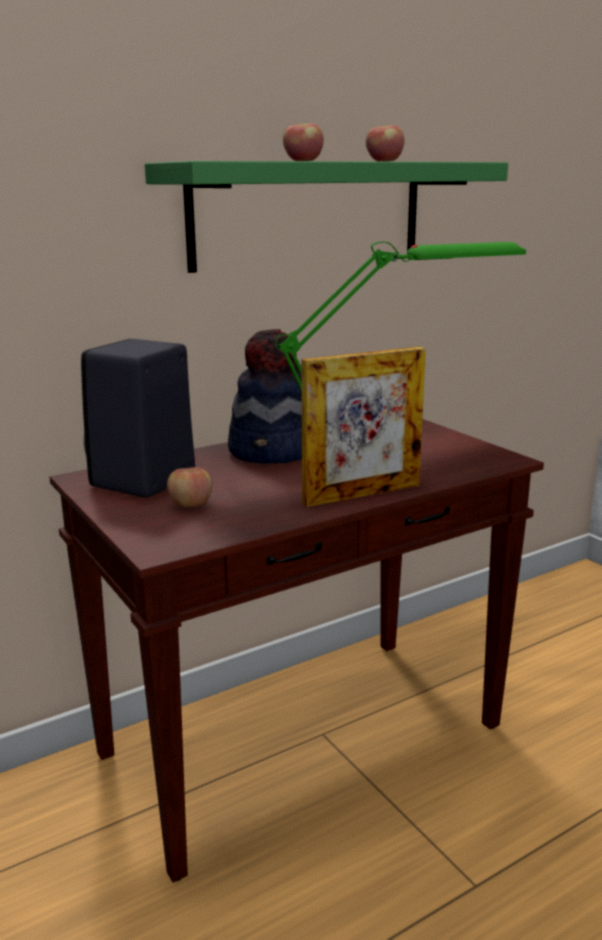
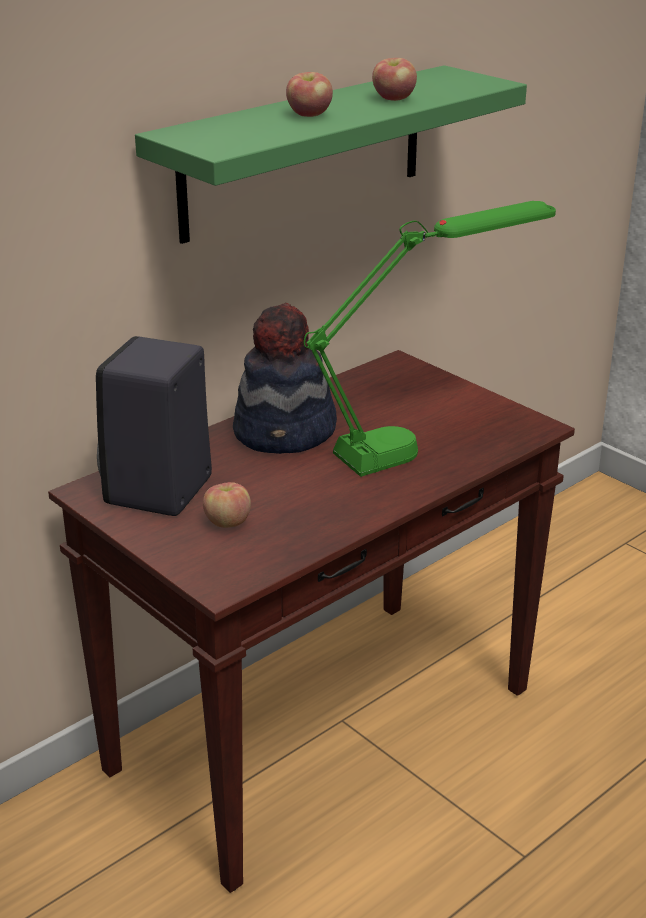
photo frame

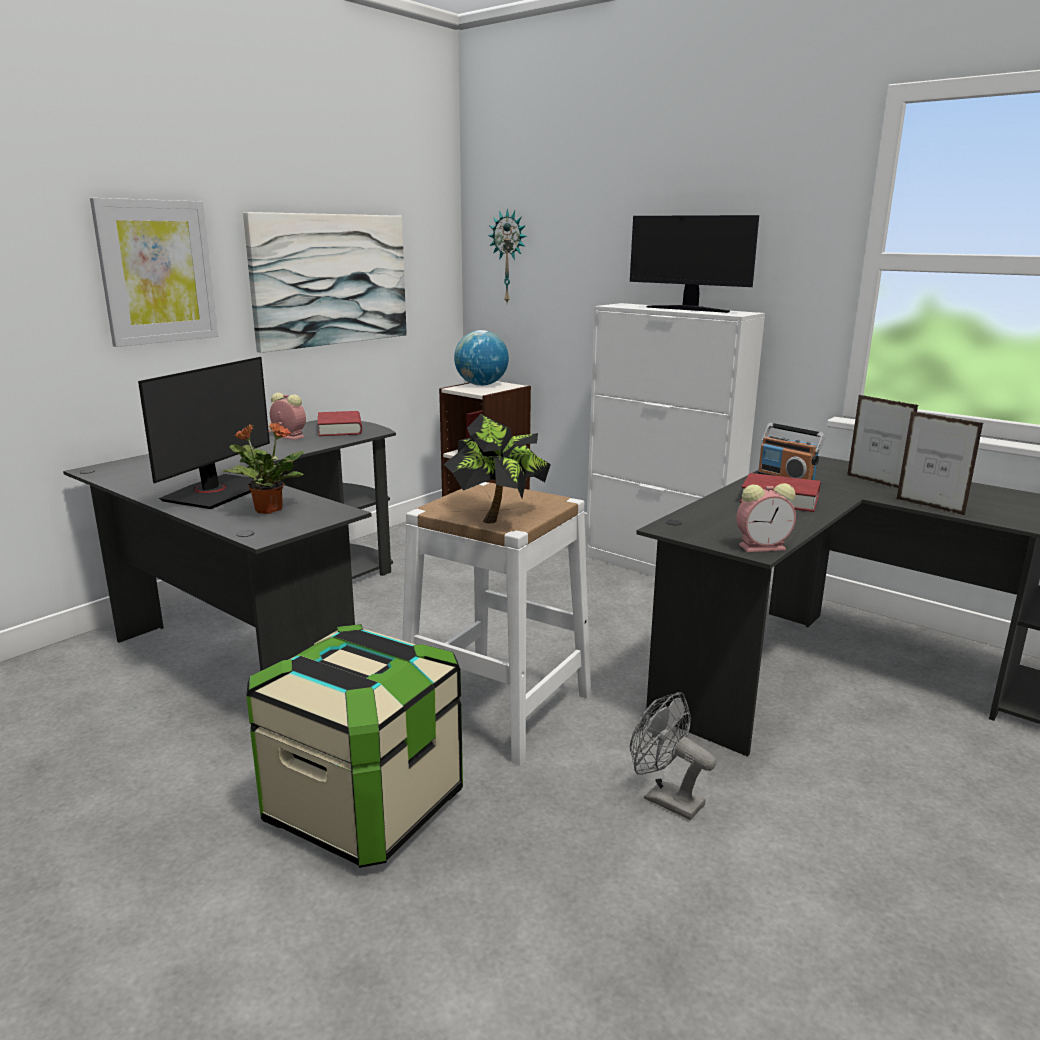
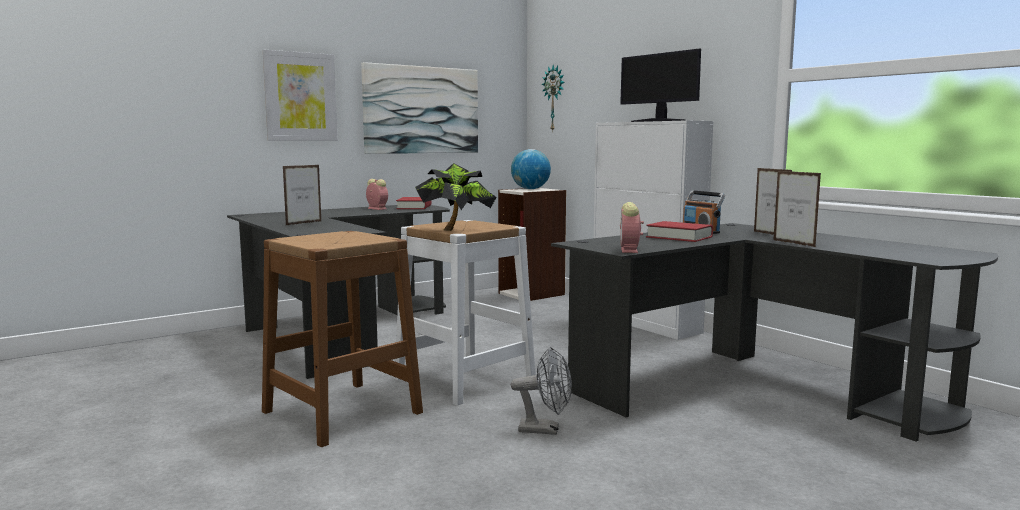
photo frame (no. 1 from left)
houseplant (no. 1 from left in the first image)
brown-coloured stool
greyish electric fan
alarm clock (no. 2 from left)

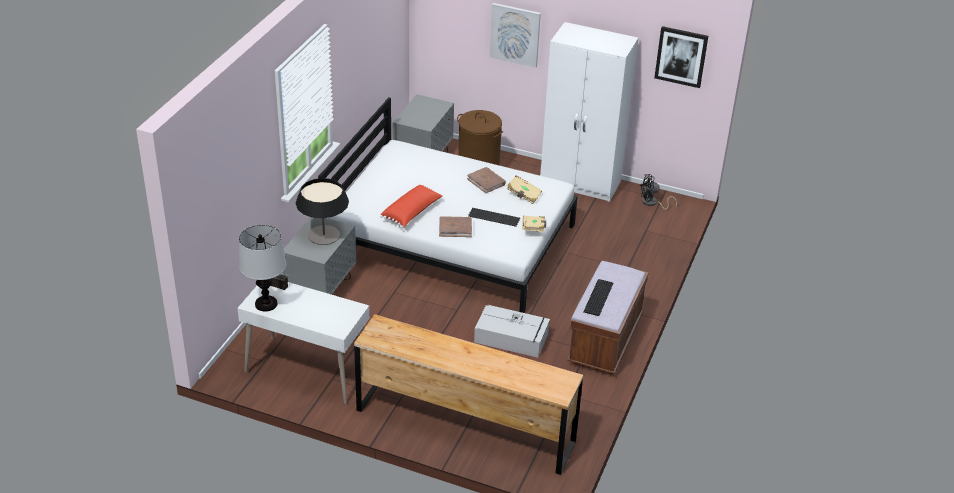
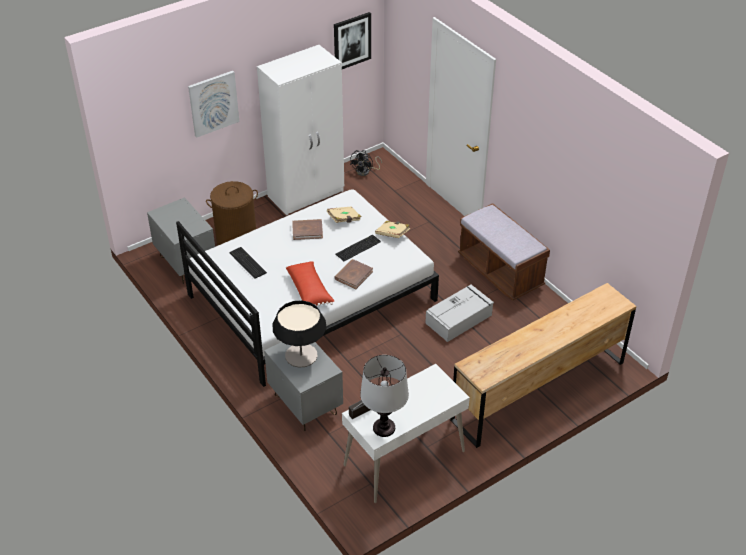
keyboard (no. 1 from left)

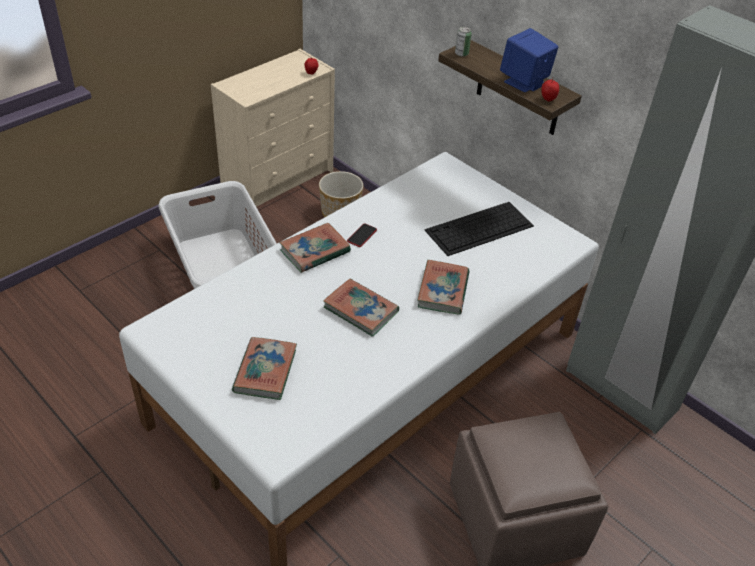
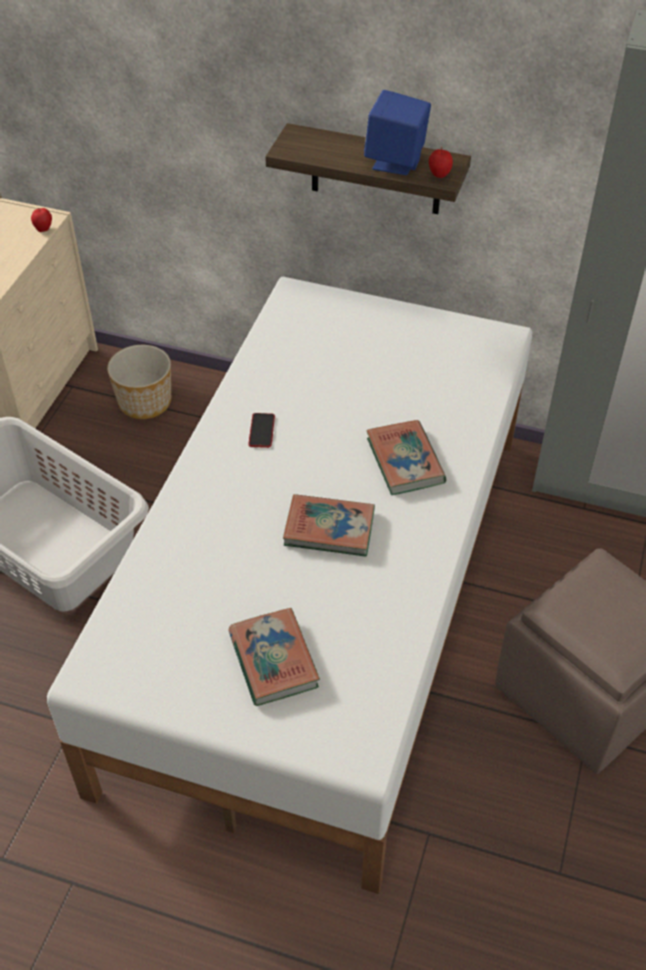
volume (no. 2 from left in the first image)
keyboard
can

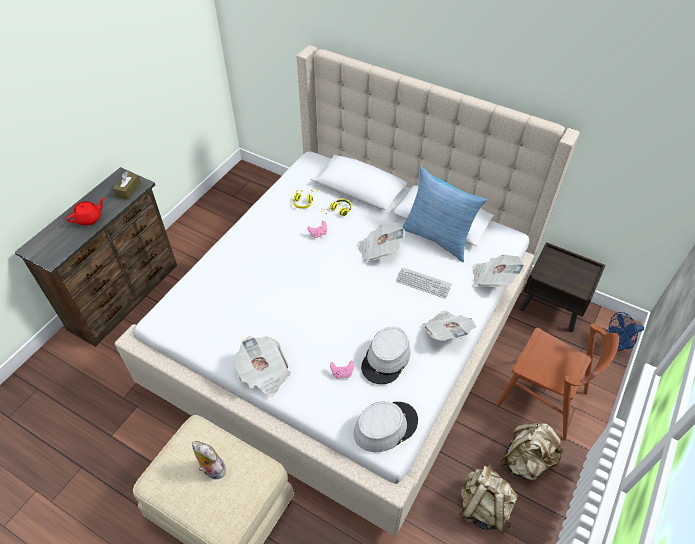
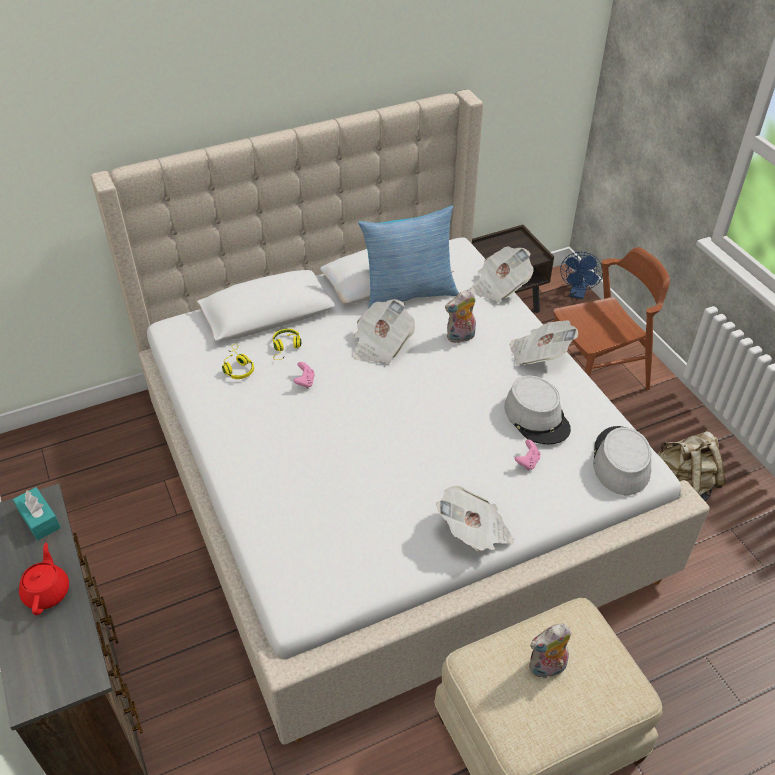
blue-green tissue box
cuddly toy (no. 1 from left)
beige-coloured rucksack (no. 2 from left in the first image)

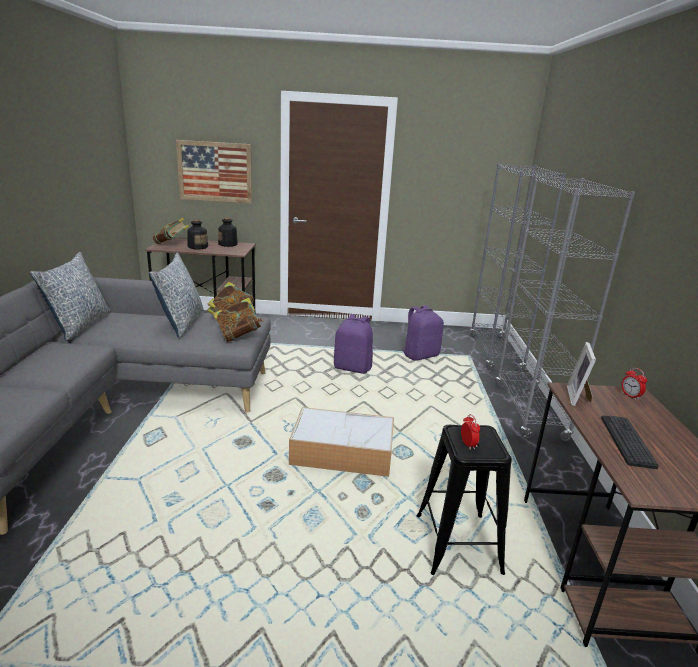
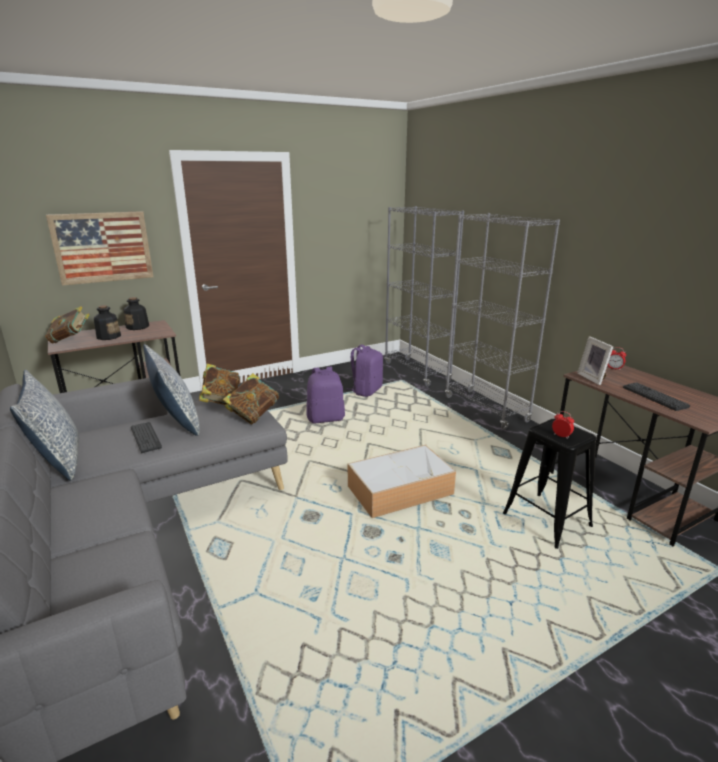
keyboard (no. 1 from left)

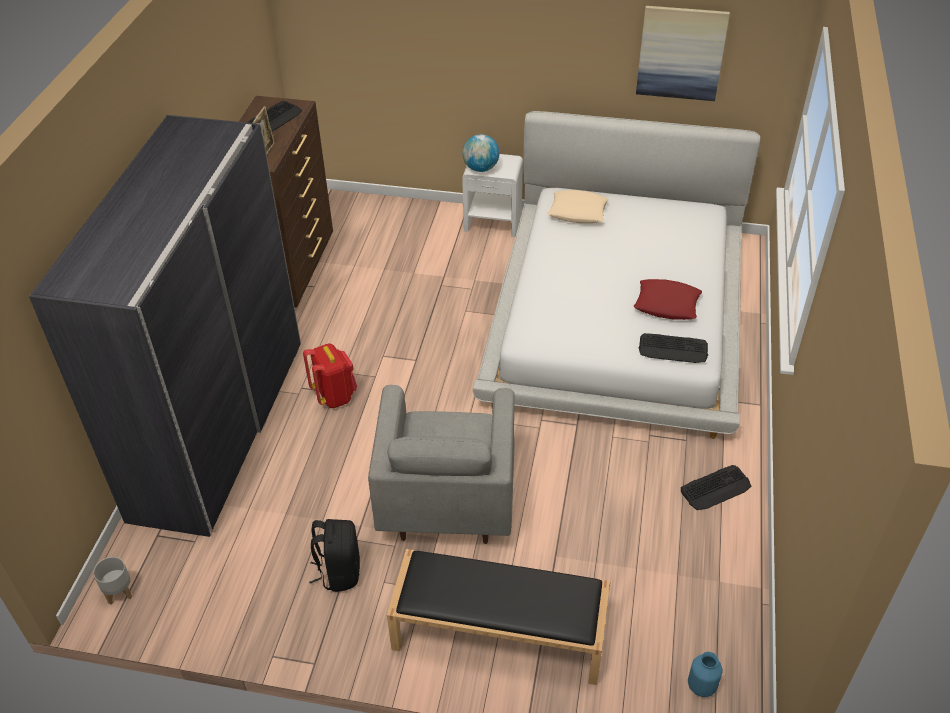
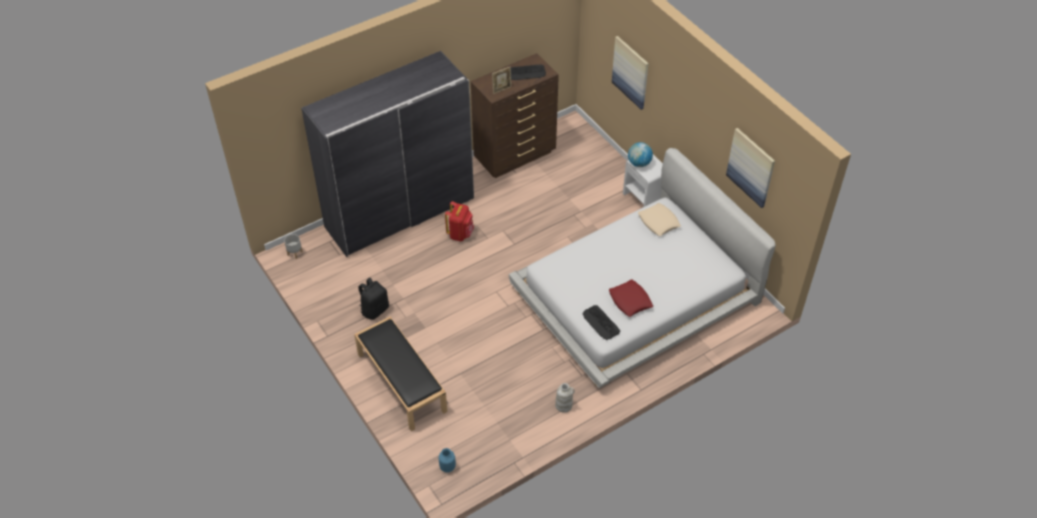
greyish easy chair
white decorative vase
wall picture (no. 1 from left)

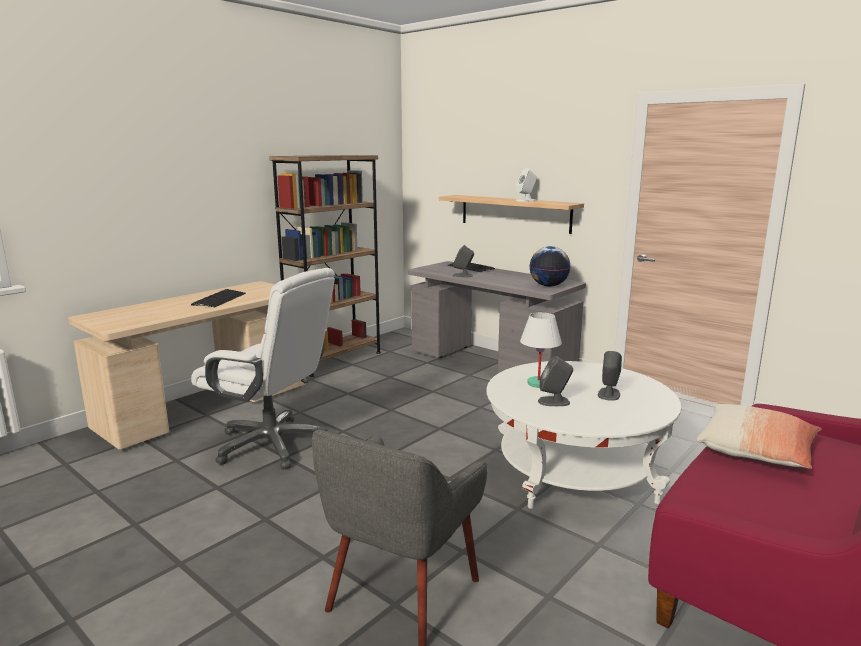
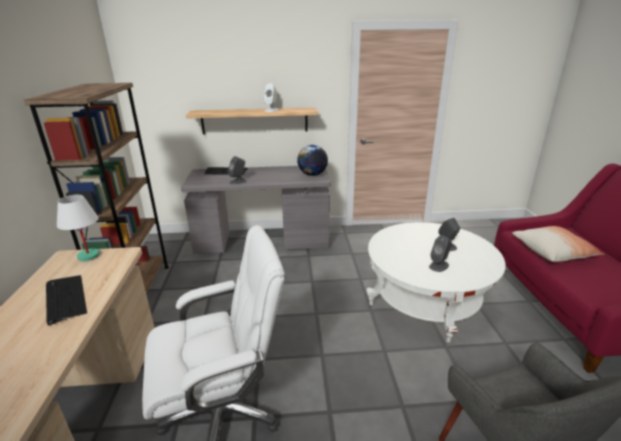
white tabletop lamp

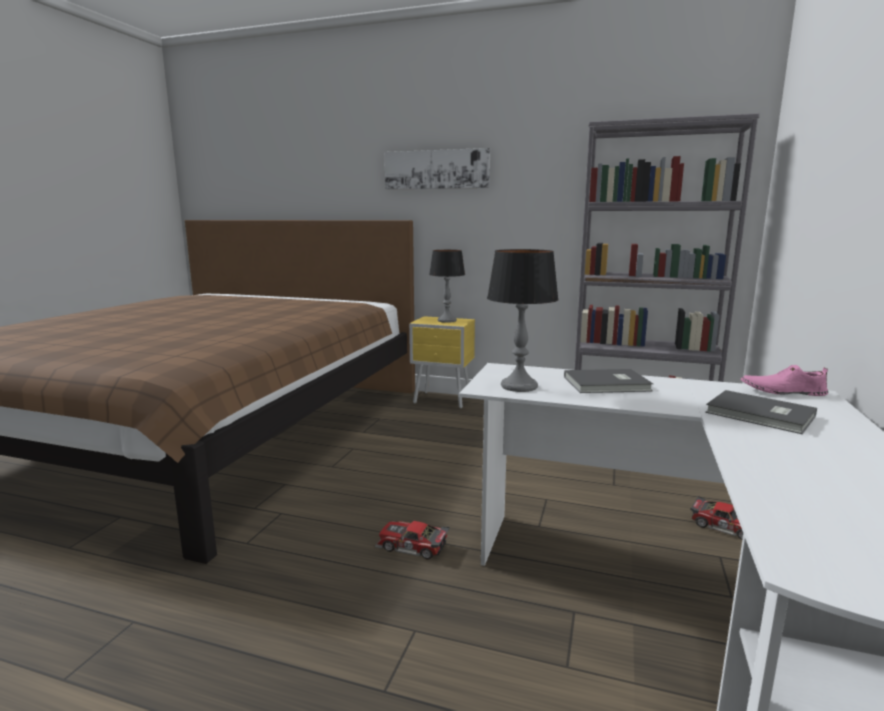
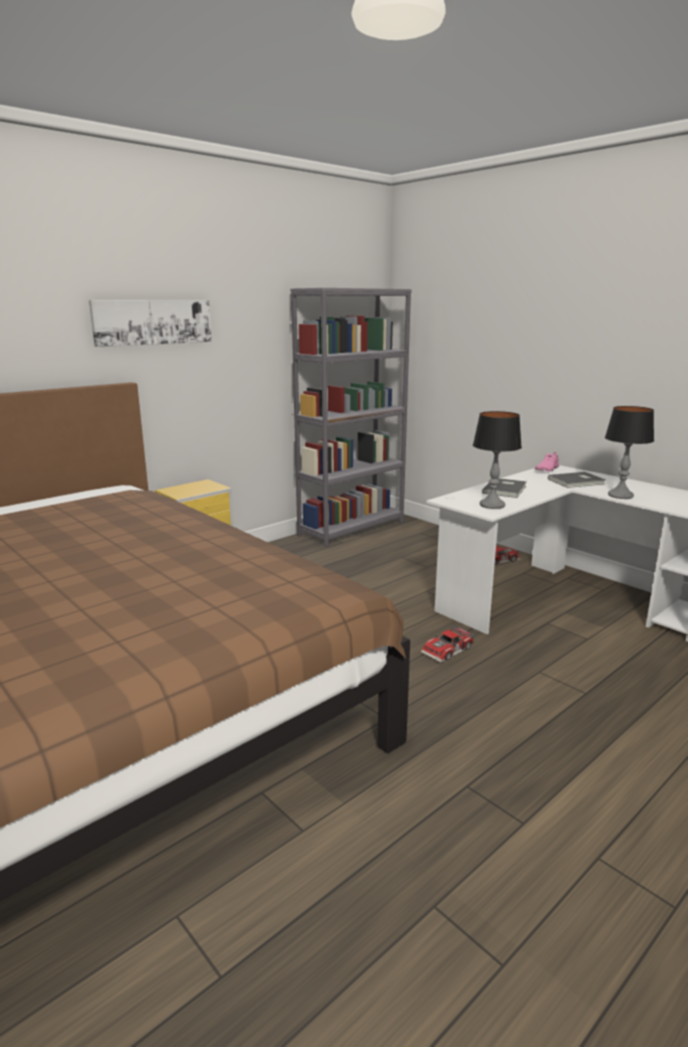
tabletop lamp (no. 2 from left)

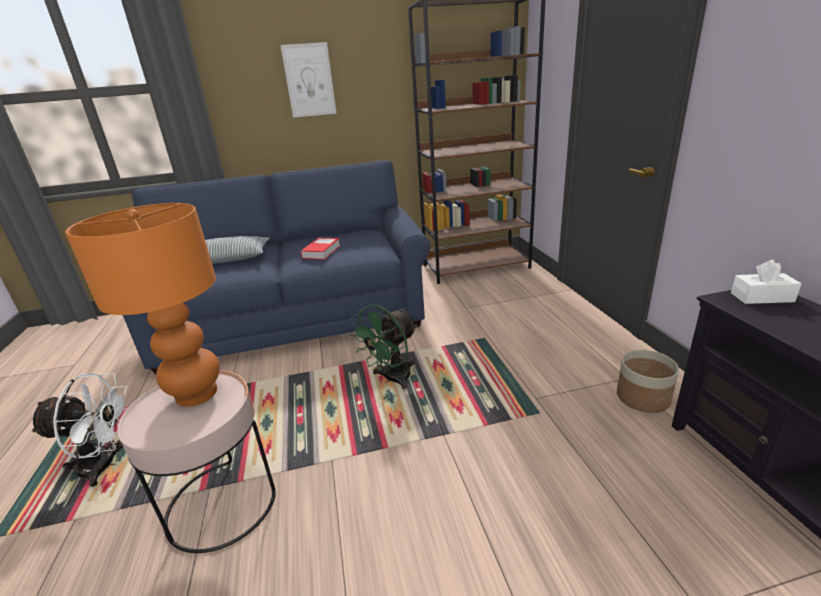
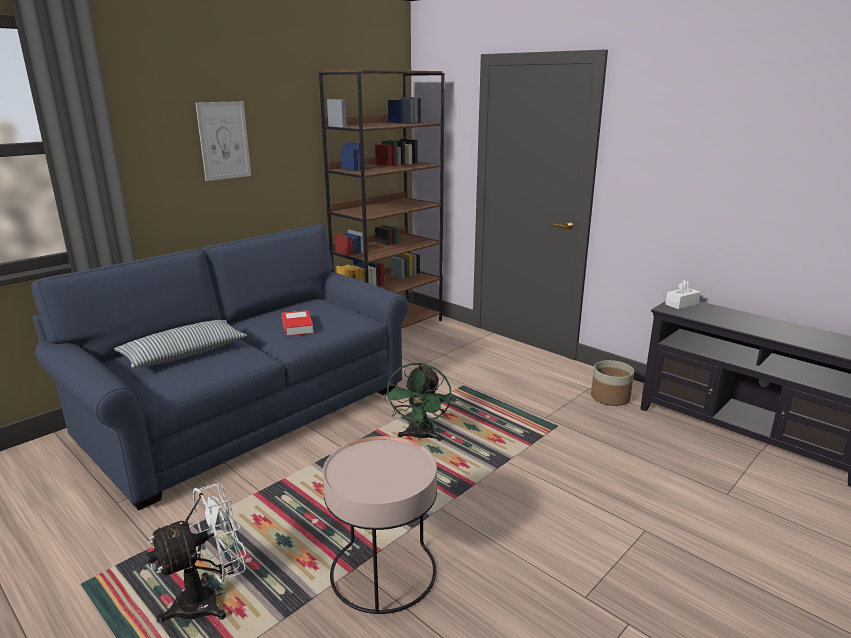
orange-coloured tabletop lamp

